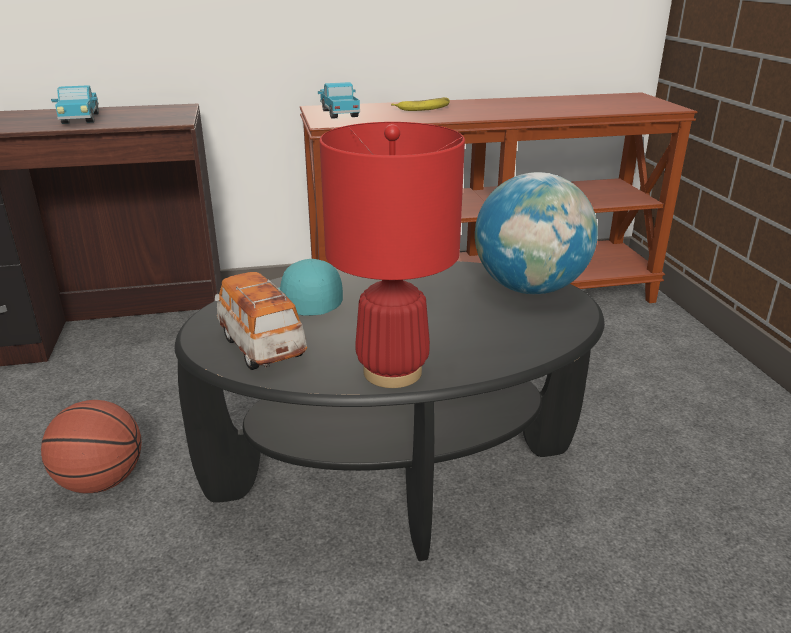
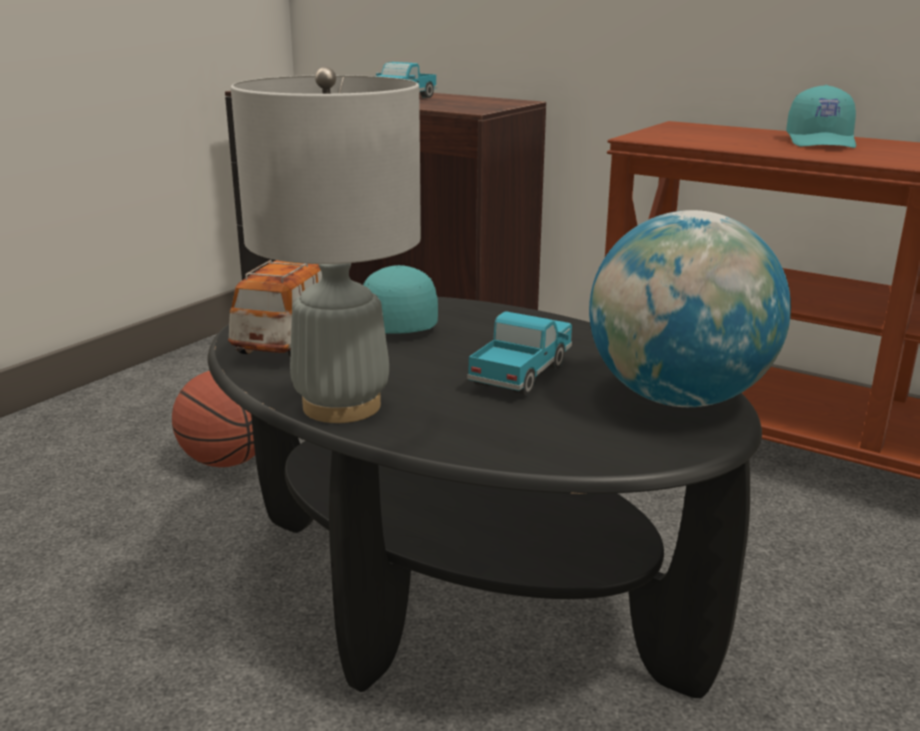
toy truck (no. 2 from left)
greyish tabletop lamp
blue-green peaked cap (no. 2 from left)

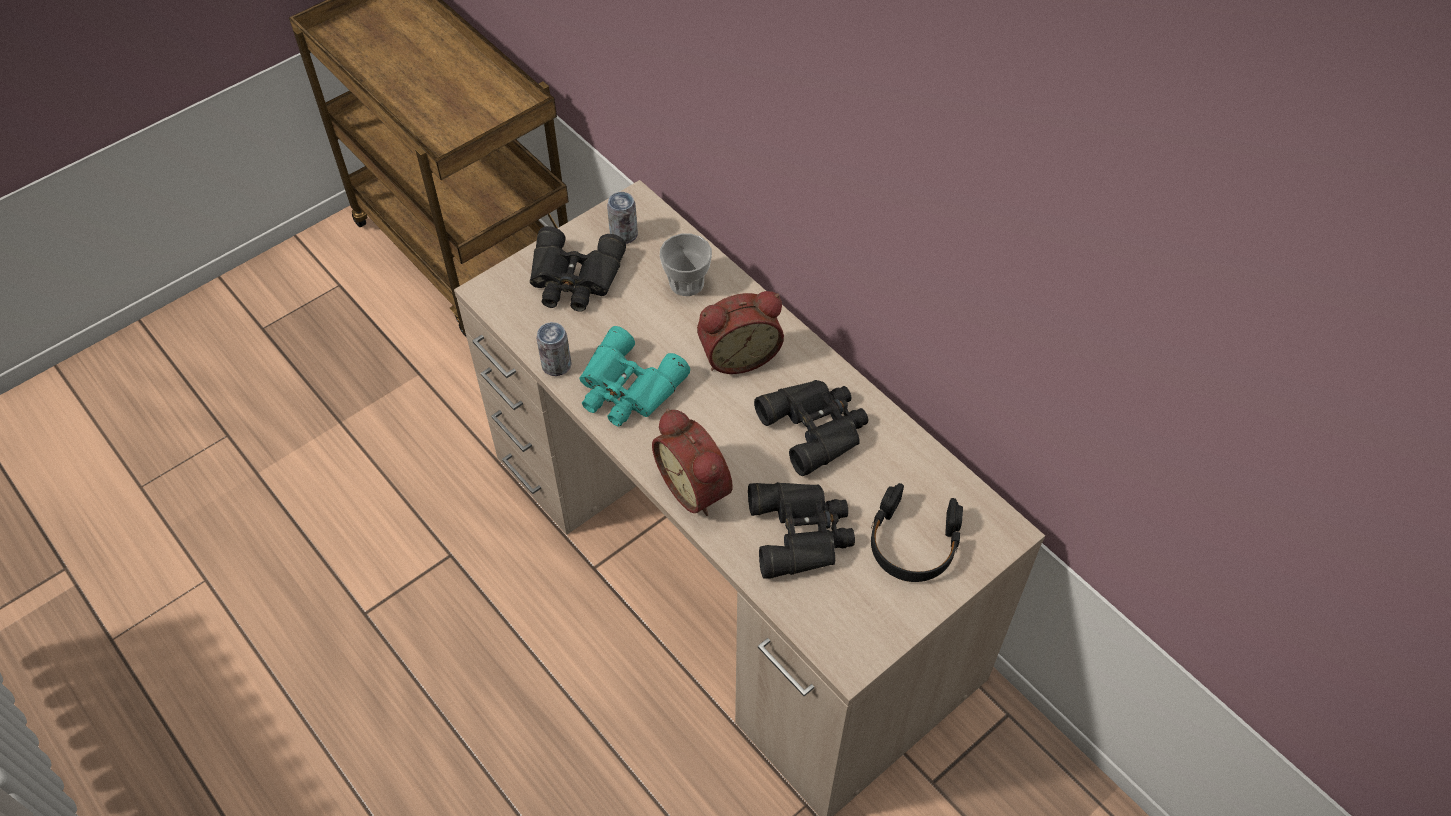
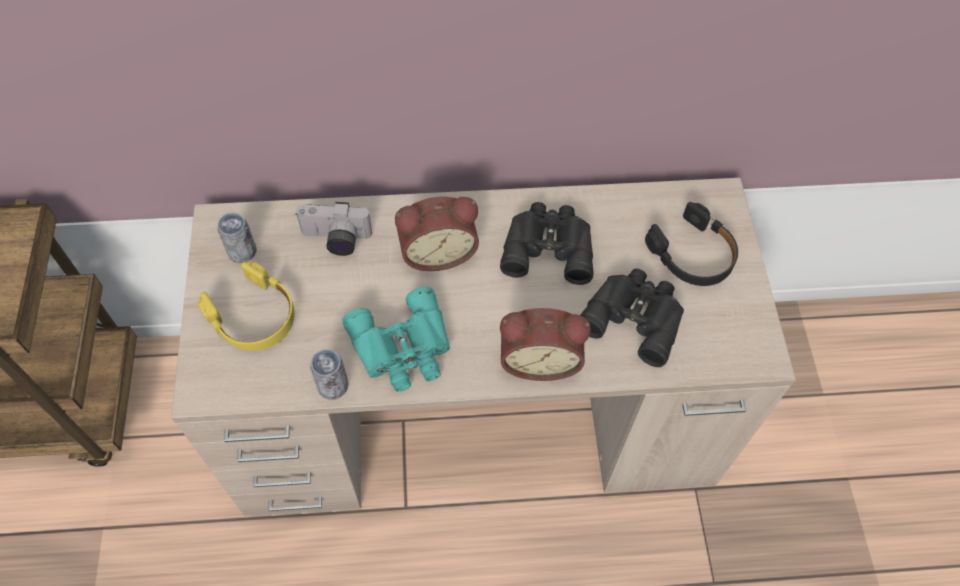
yellow pair of headphones
still camera
alarm clock (no. 1 from left)

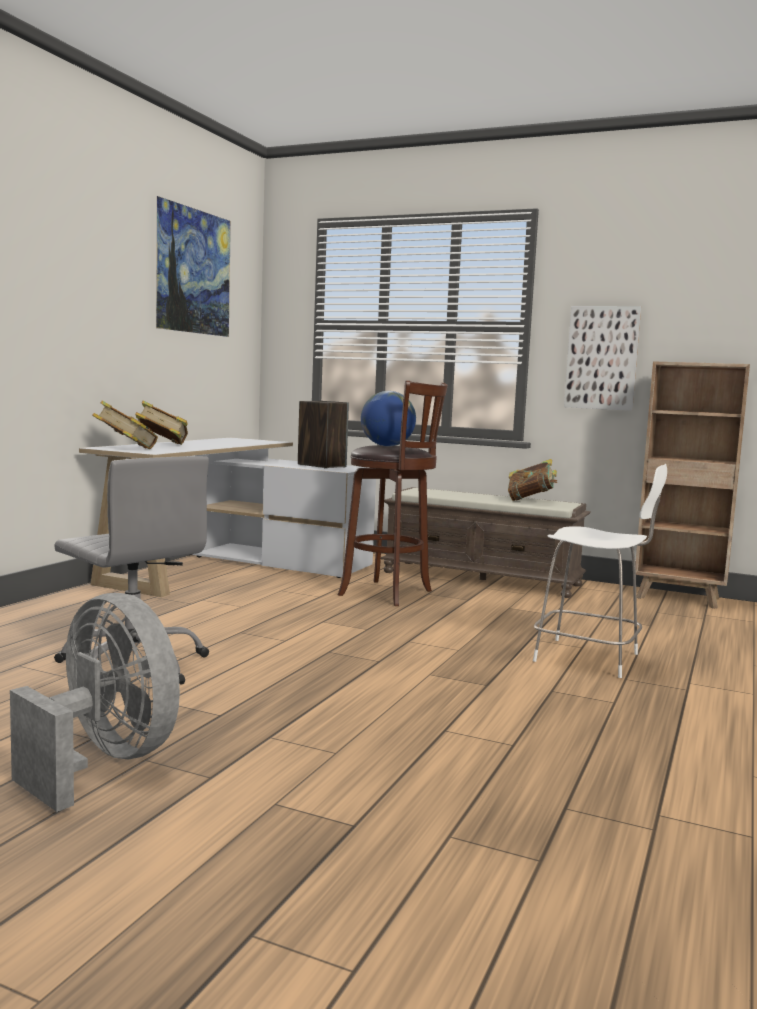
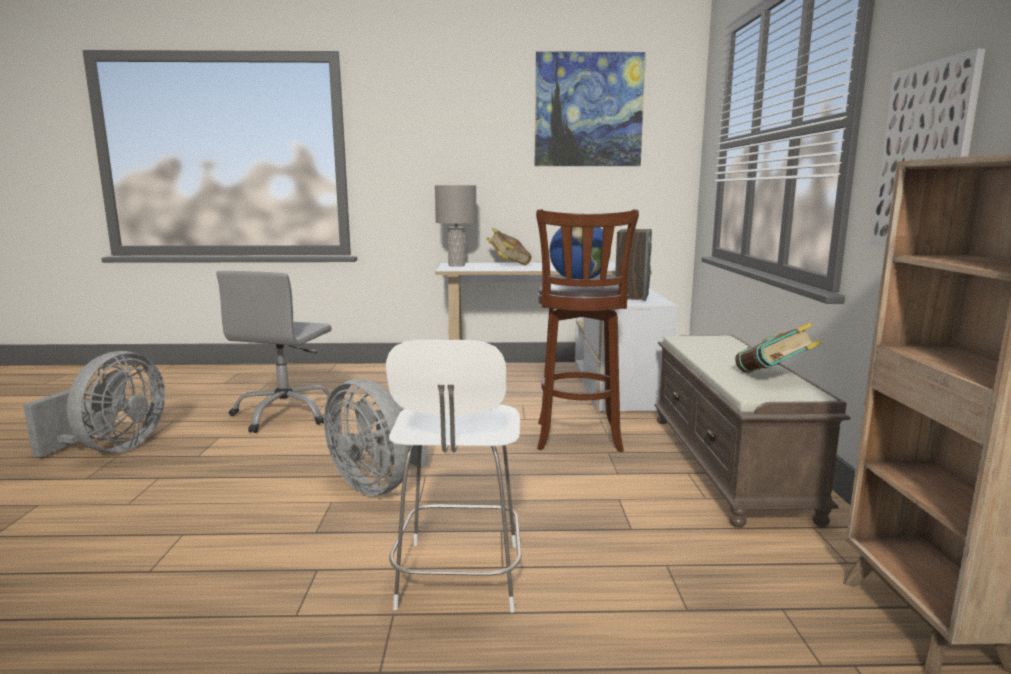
greyish tabletop lamp
greyish electric fan (no. 2 from left)

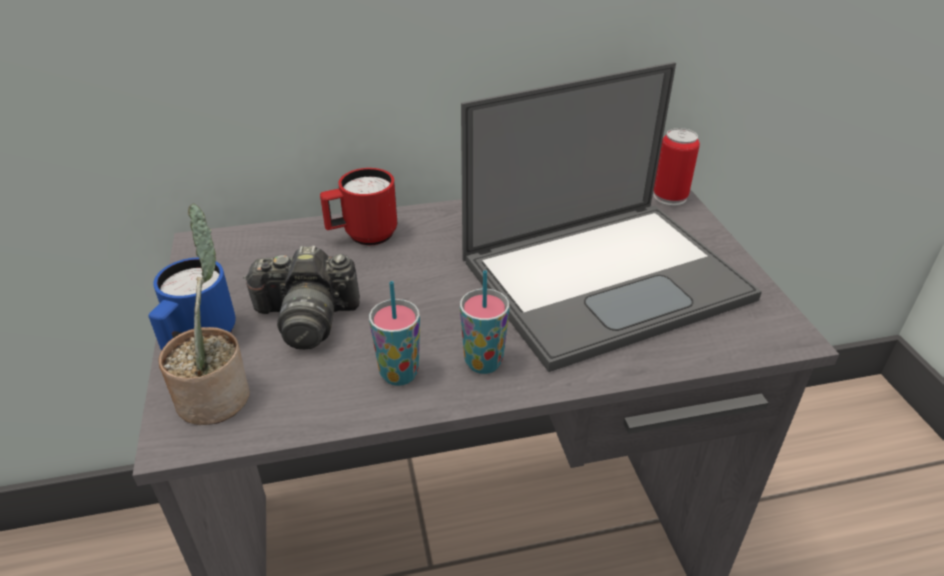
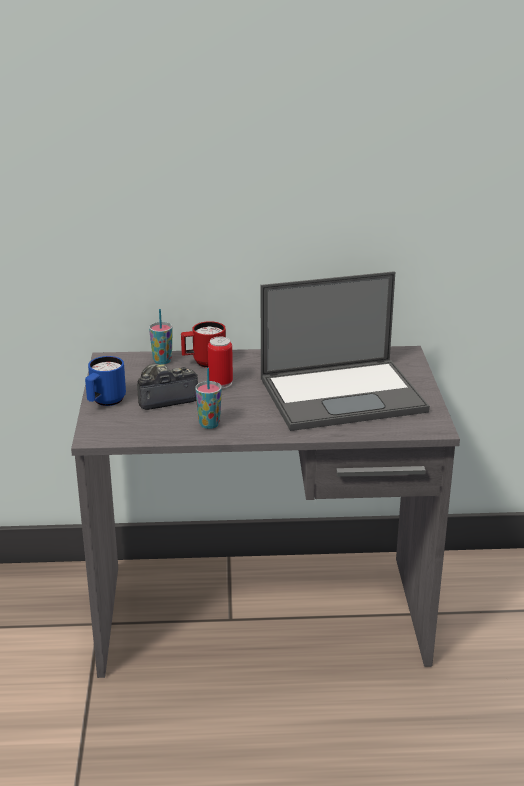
houseplant
still camera
cup (no. 1 from left)
can

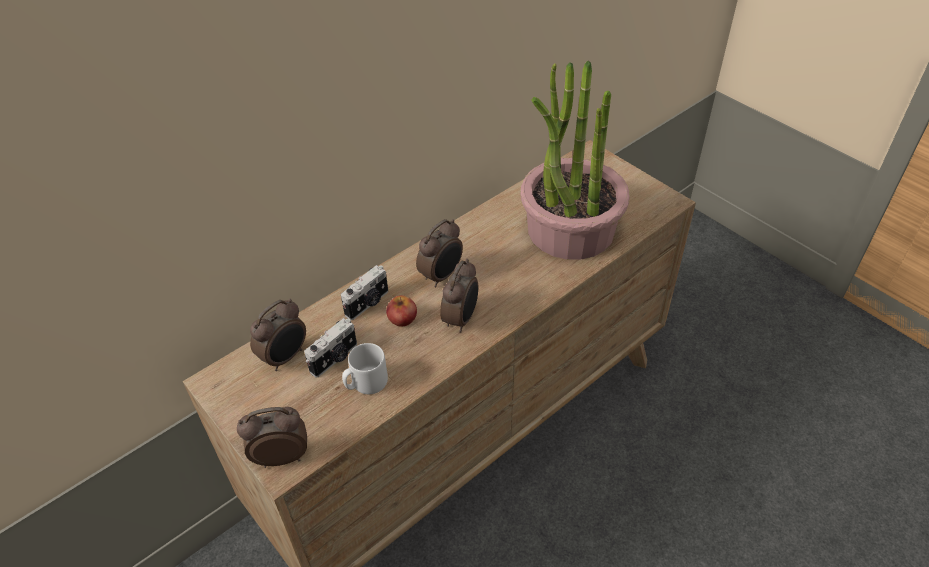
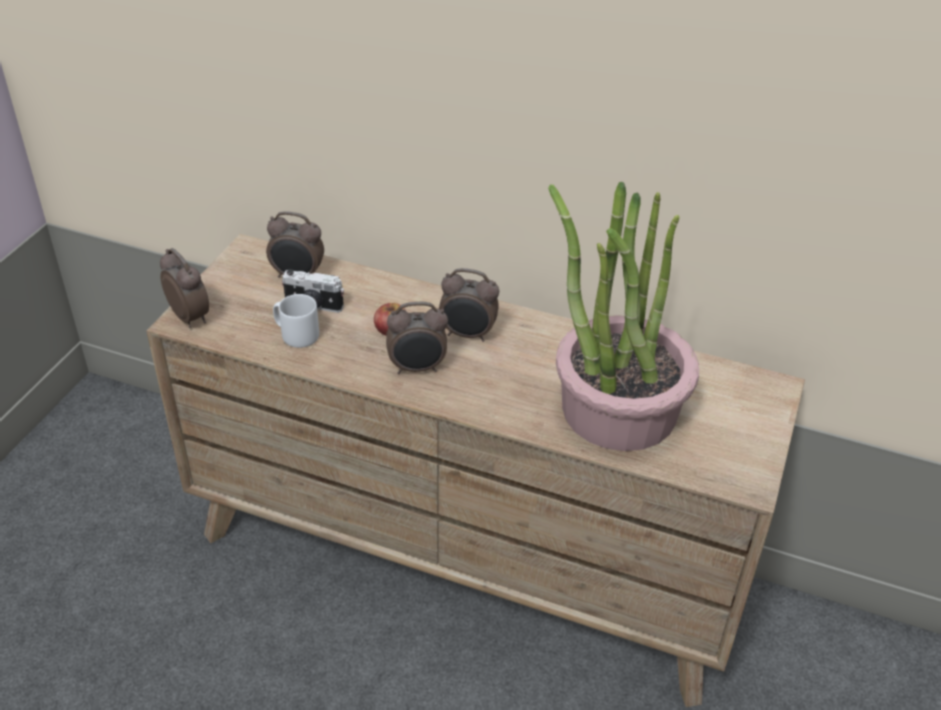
still camera (no. 2 from left in the first image)

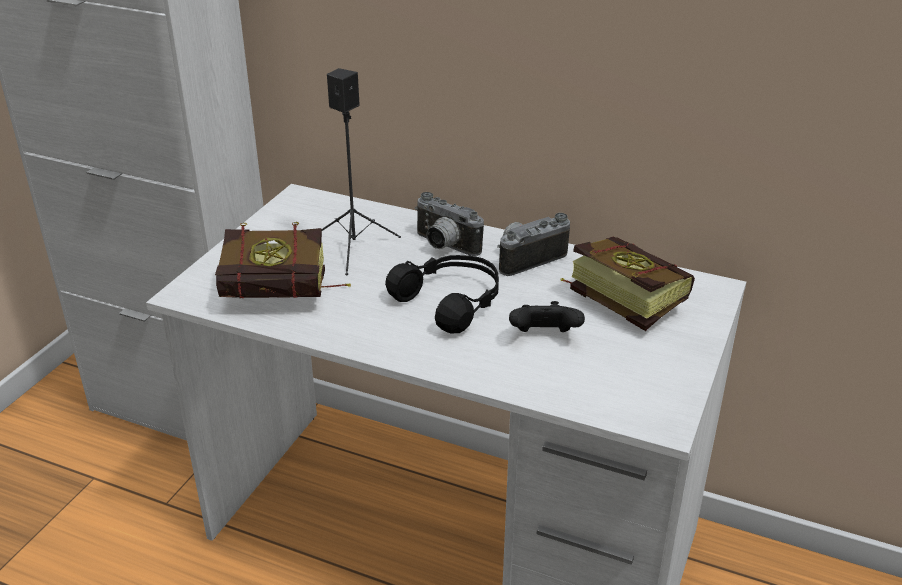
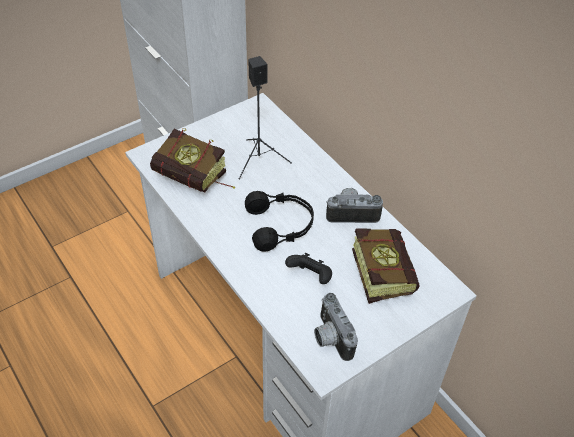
still camera (no. 1 from left)

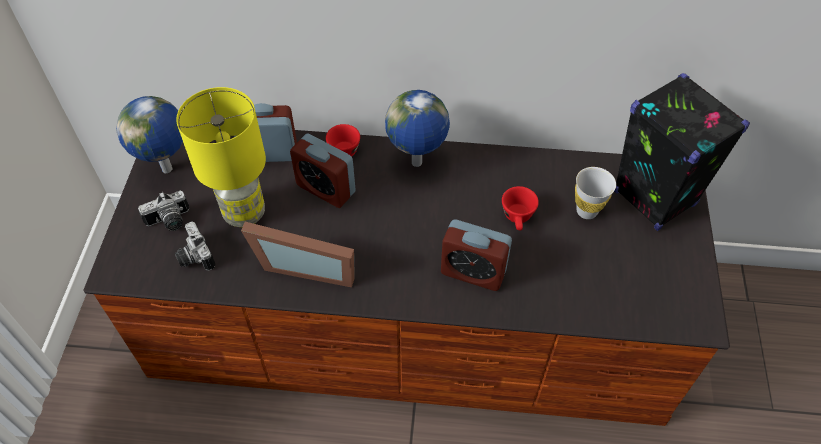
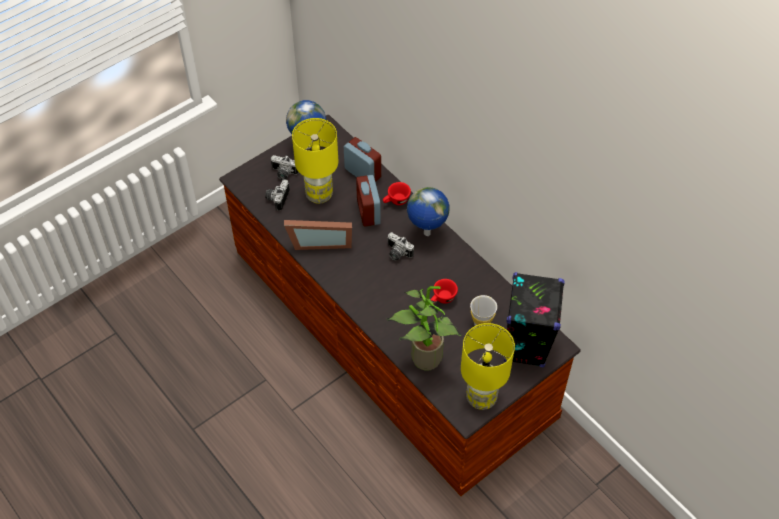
photo frame
alarm clock (no. 3 from left in the first image)
still camera (no. 3 from left)
houseplant
yellow tabletop lamp (no. 2 from left)

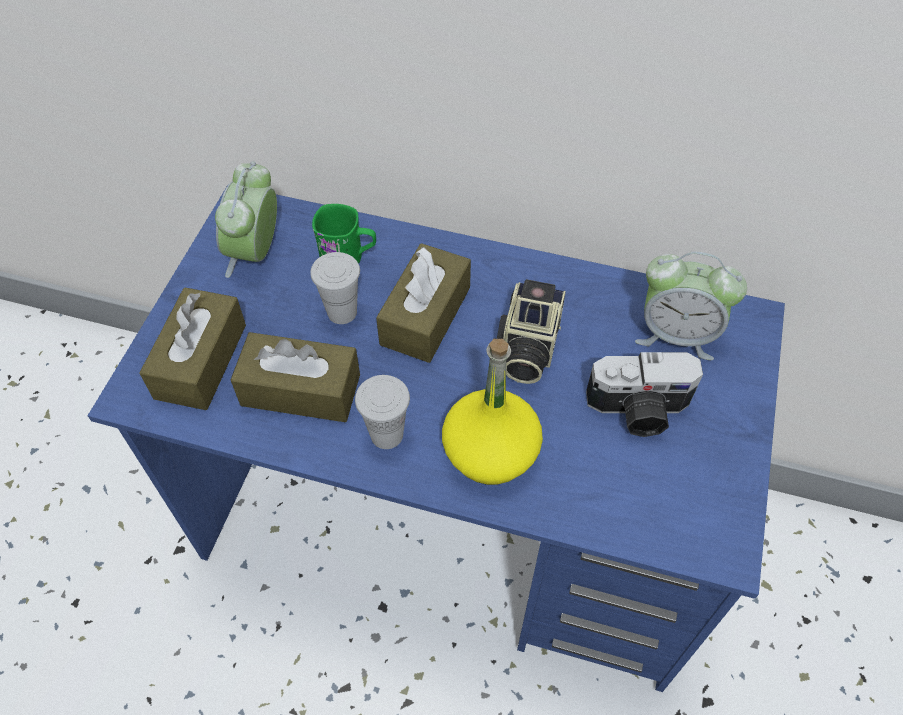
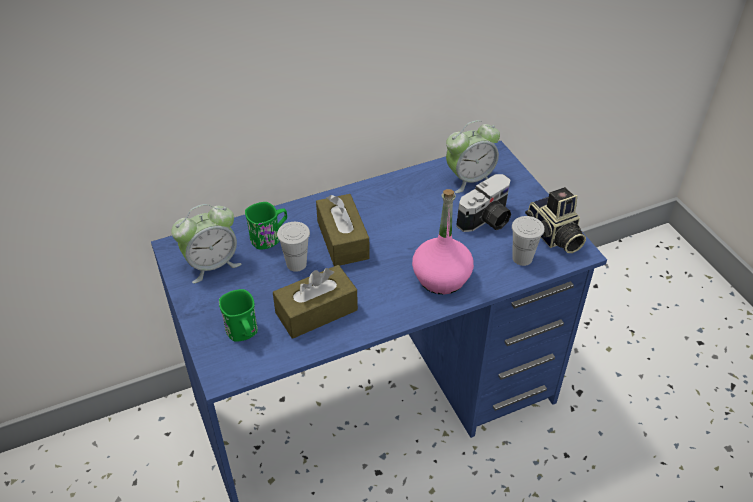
green-coloured coffee mug (no. 1 from left)
alarm clock (no. 1 from left)
white cup (no. 2 from left)
pink-coloured bottle
still camera (no. 2 from left)

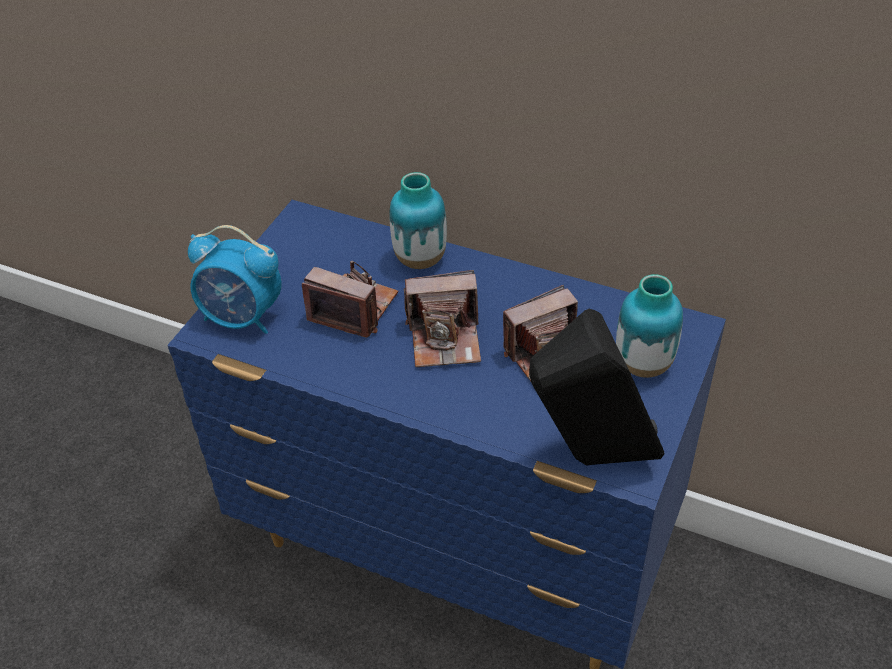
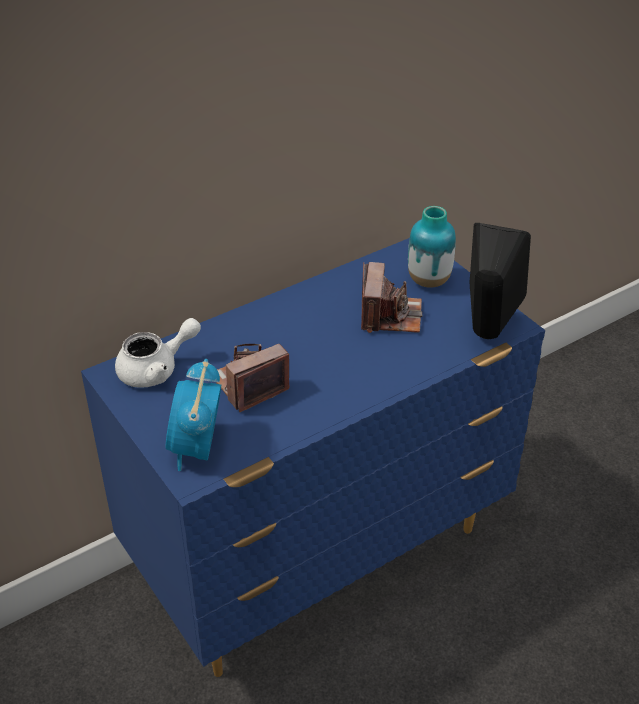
alarm clock
decorative vase (no. 1 from left in the first image)
still camera (no. 2 from left in the first image)
white teapot

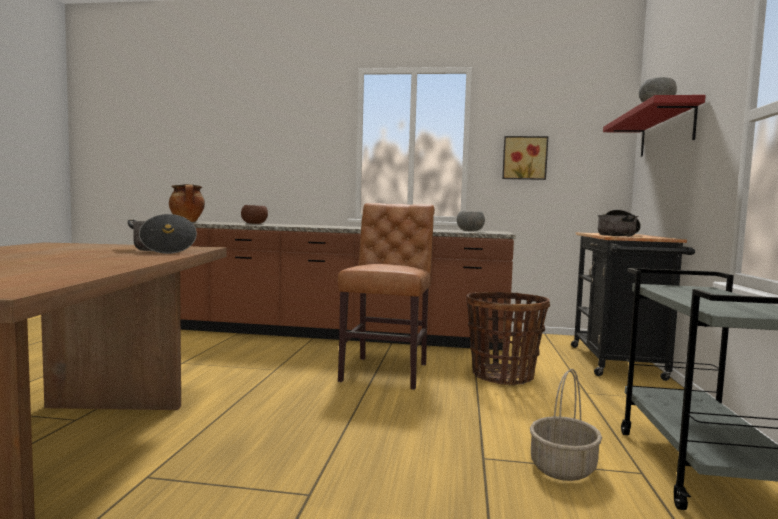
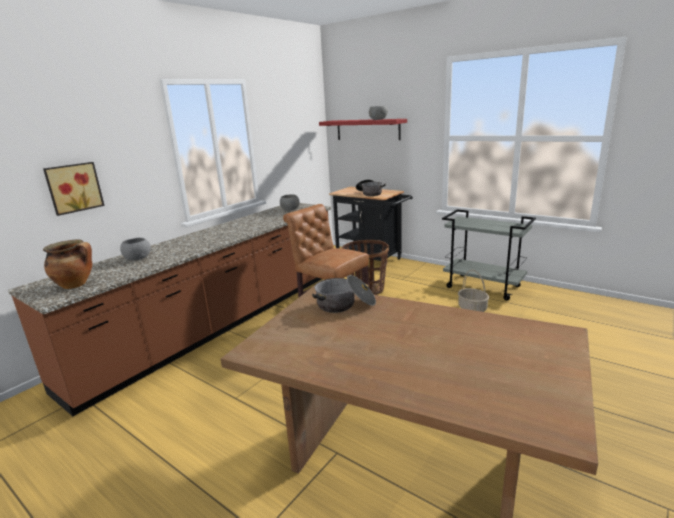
greyish serving bowl (no. 1 from left)
wall picture

